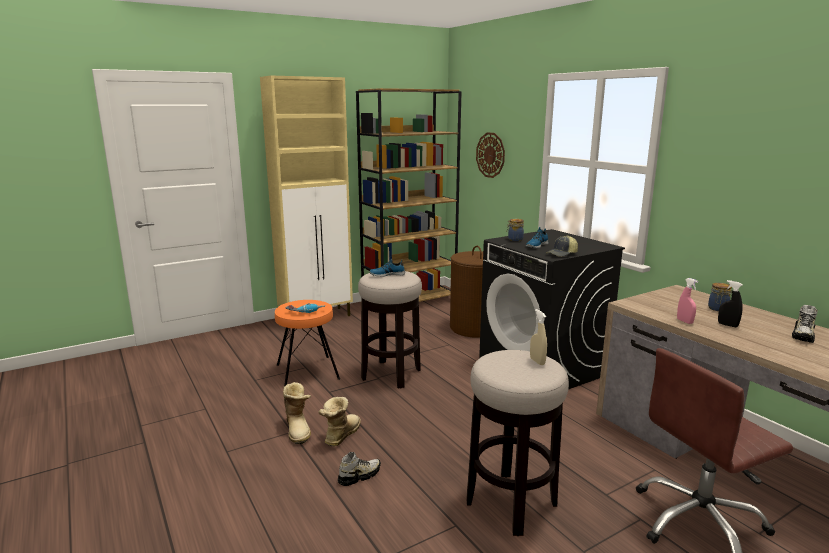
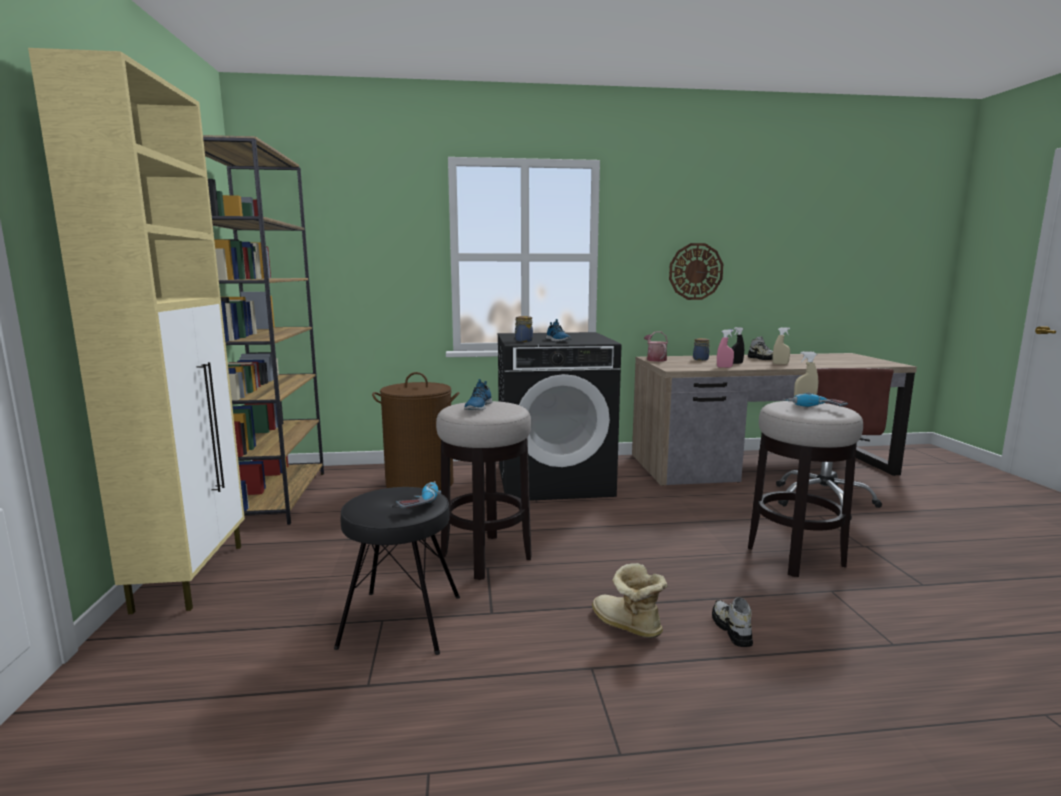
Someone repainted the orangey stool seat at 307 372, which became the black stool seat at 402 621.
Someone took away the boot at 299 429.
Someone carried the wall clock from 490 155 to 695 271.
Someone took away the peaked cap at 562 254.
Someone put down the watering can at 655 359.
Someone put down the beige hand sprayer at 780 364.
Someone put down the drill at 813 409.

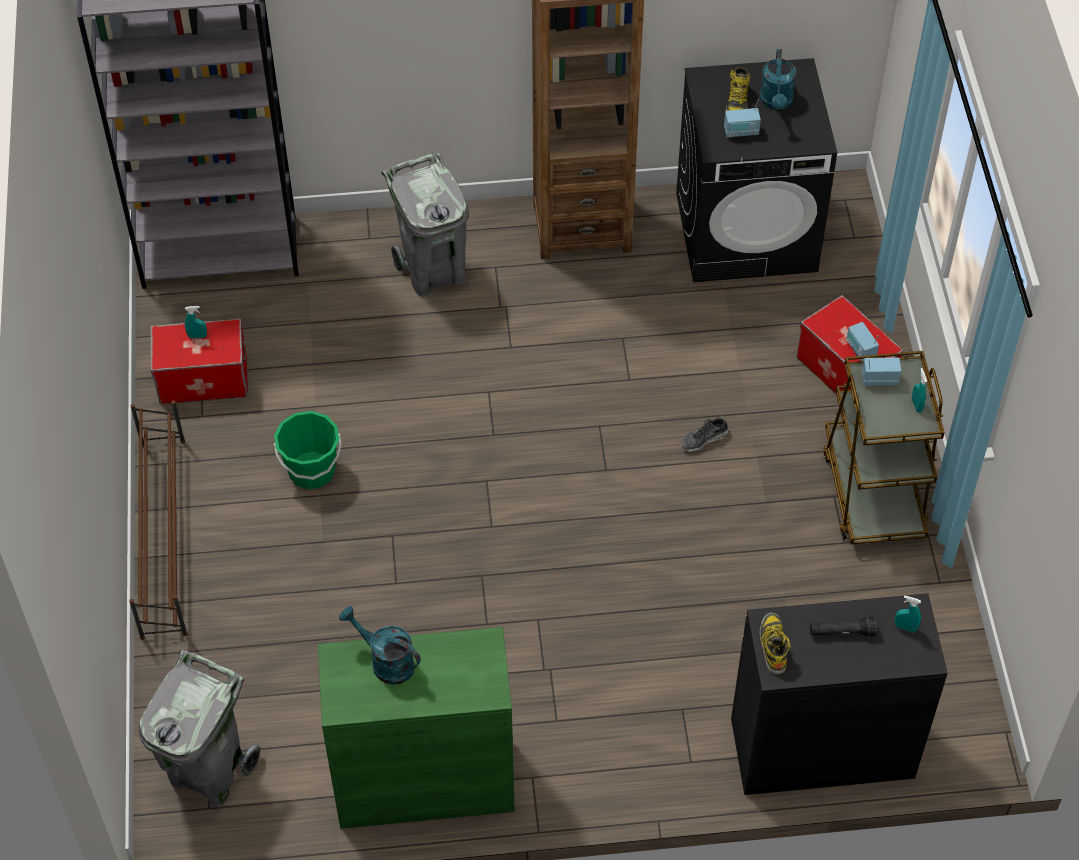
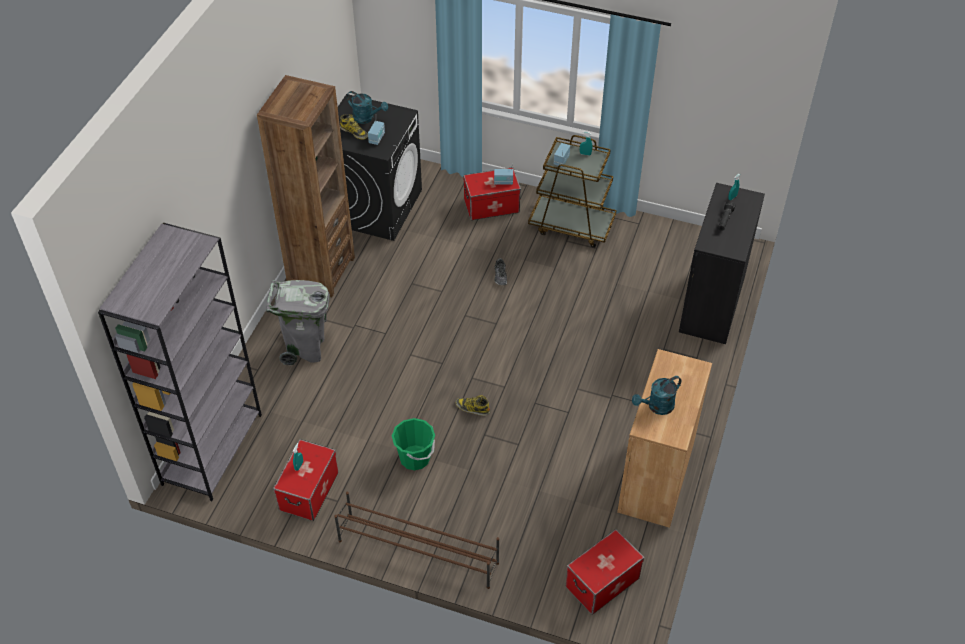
Someone swapped the grey trash can at 209 772 for the storage container at 602 581.
Someone repainted the green-coloured storage cabinet at 424 781, which became the brown-coloured storage cabinet at 656 477.
Someone carried the boot from 773 645 to 472 408.

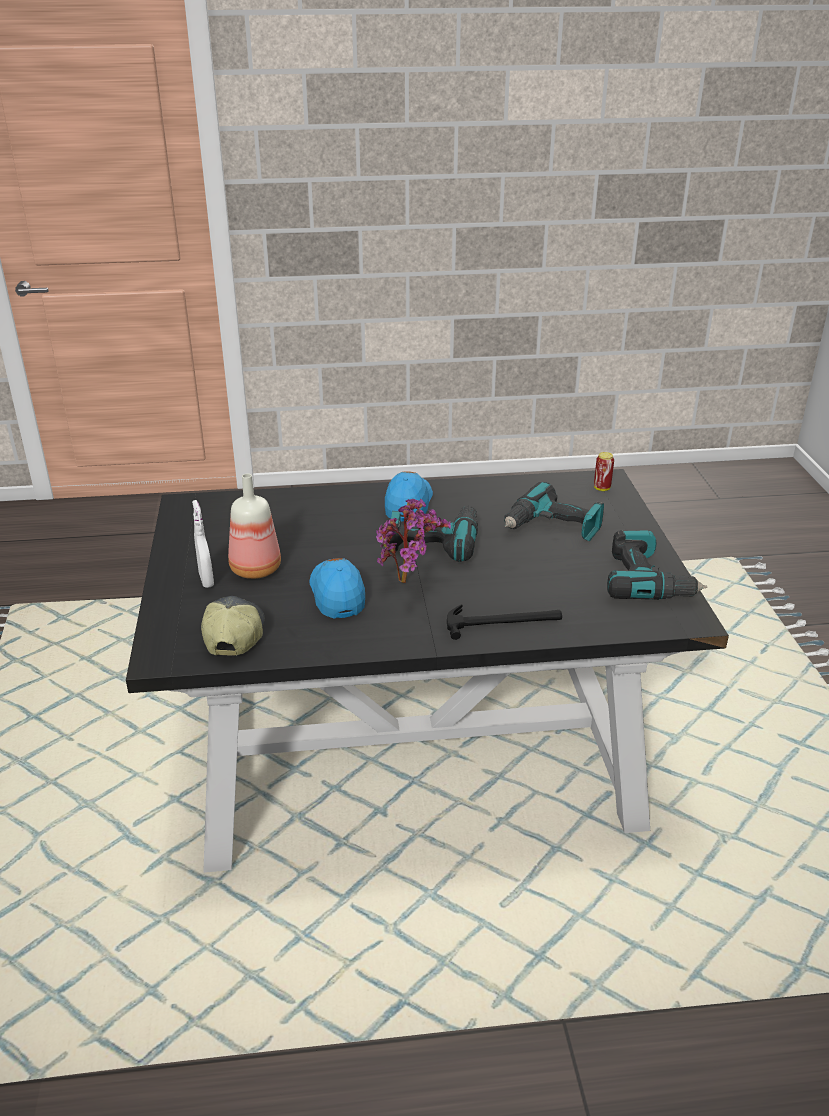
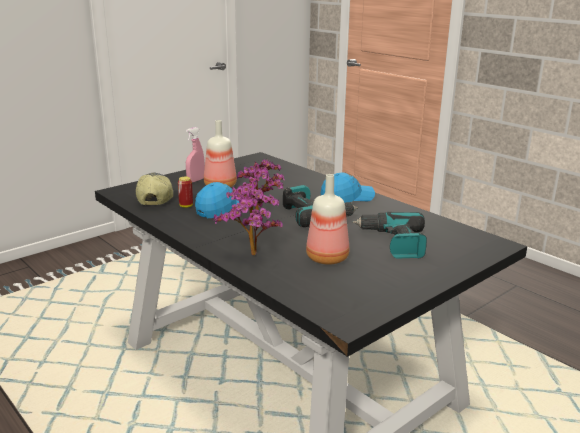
Someone repainted the white hand sprayer at 206 580, which became the pink-coloured hand sprayer at 196 180.
Someone rotated the peaked cap at 233 634 by 60 degrees counterclockwise.
Someone swapped the hand hammer at 503 622 for the plant in a pot at 252 257.
Someone carried the metal can from 602 488 to 186 206.
Someone took away the drill at 647 581.
Someone put down the beverage bottle at 328 258.

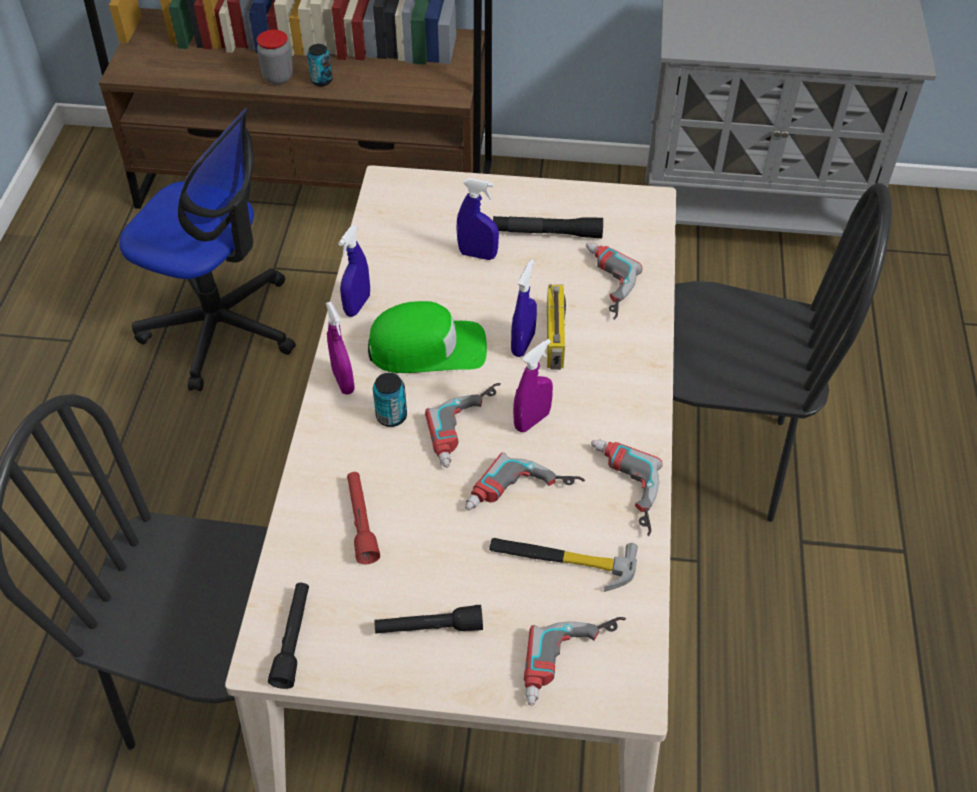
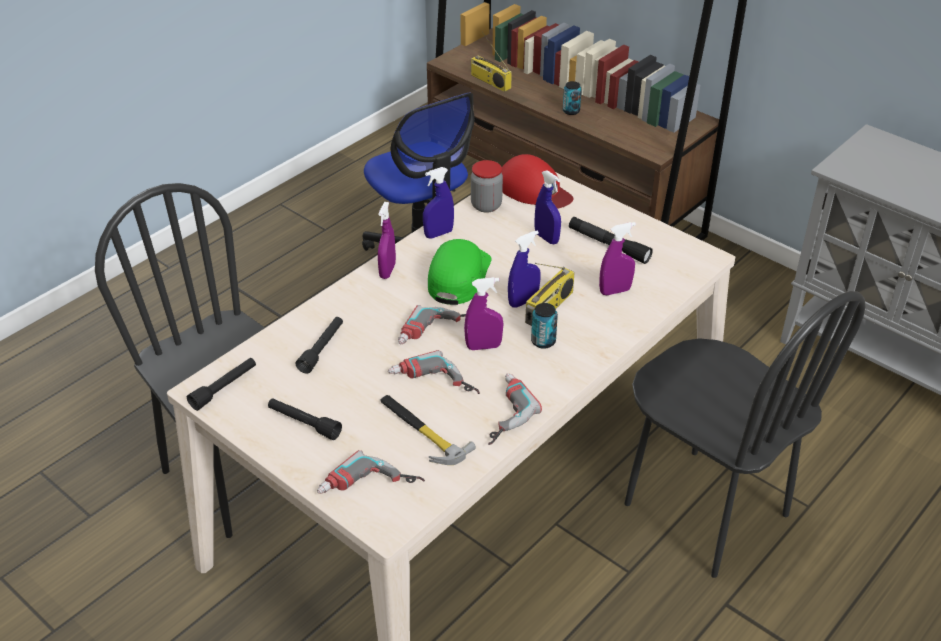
Someone carried the jar from 278 77 to 486 205.
Someone repainted the red flashlight at 361 522, which became the black flashlight at 322 349.
Someone rotated the green-coloured peaked cap at 428 348 by 105 degrees counterclockwise.
Someone carried the metal can from 391 416 to 543 341.
Someone swapped the drill at 601 284 for the purple hand sprayer at 615 291.
Someone put down the radio set at 489 81.
Someone put down the red peaked cap at 534 190.

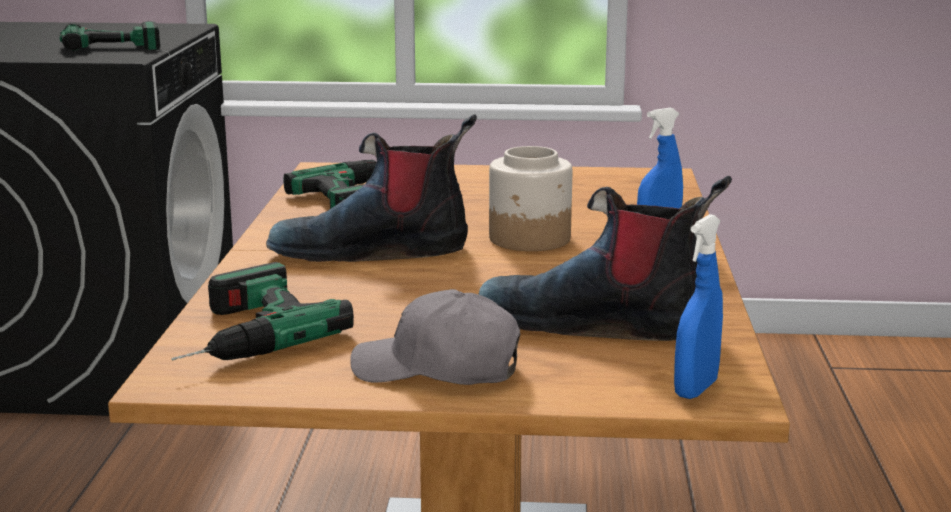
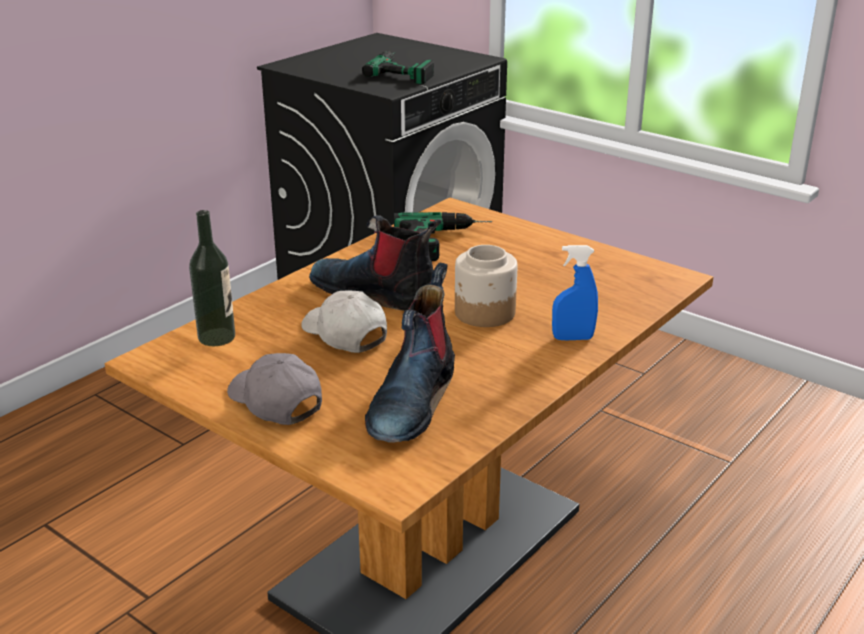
Someone swapped the drill at 236 335 for the beverage bottle at 216 337.
Someone rotated the boot at 596 324 by 120 degrees counterclockwise.
Someone took away the blue-coloured hand sprayer at 696 389.
Someone put down the white peaked cap at 345 334.

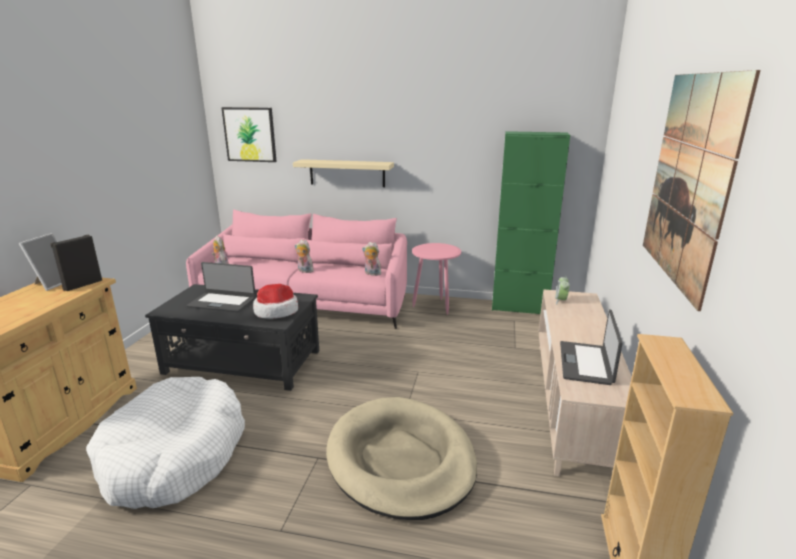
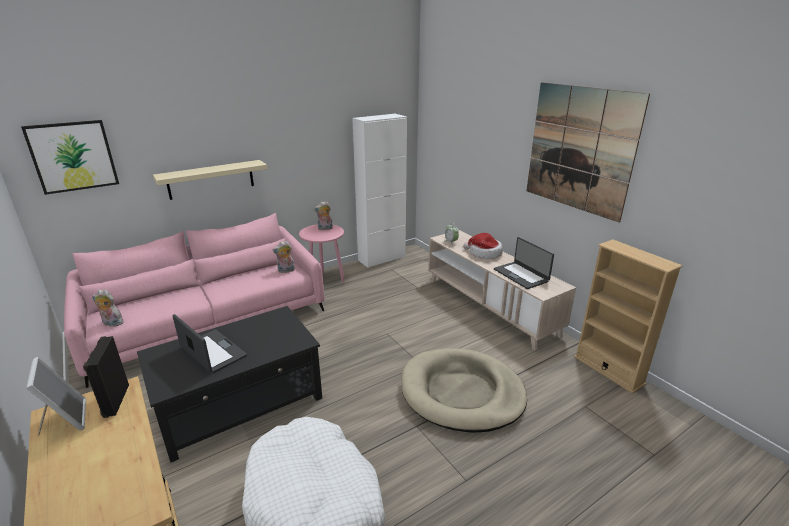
Someone rotated the portable computer at 222 302 by 105 degrees counterclockwise.
Someone carried the clothing hat from 276 311 to 484 253.
Someone carried the cuddly toy from 304 271 to 325 229.
Someone repainted the green-coloured storage cabinet at 519 308, which became the white storage cabinet at 381 258.

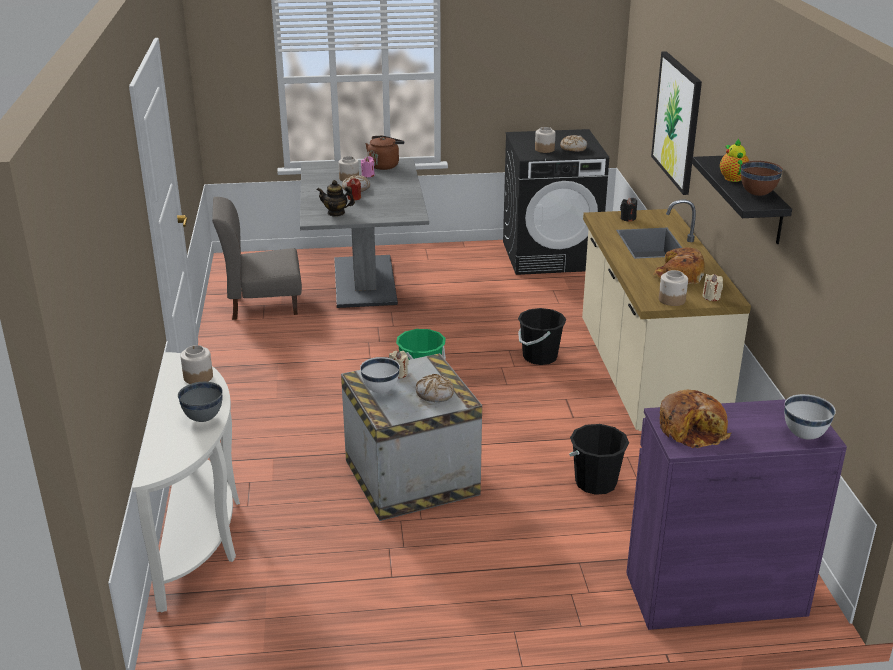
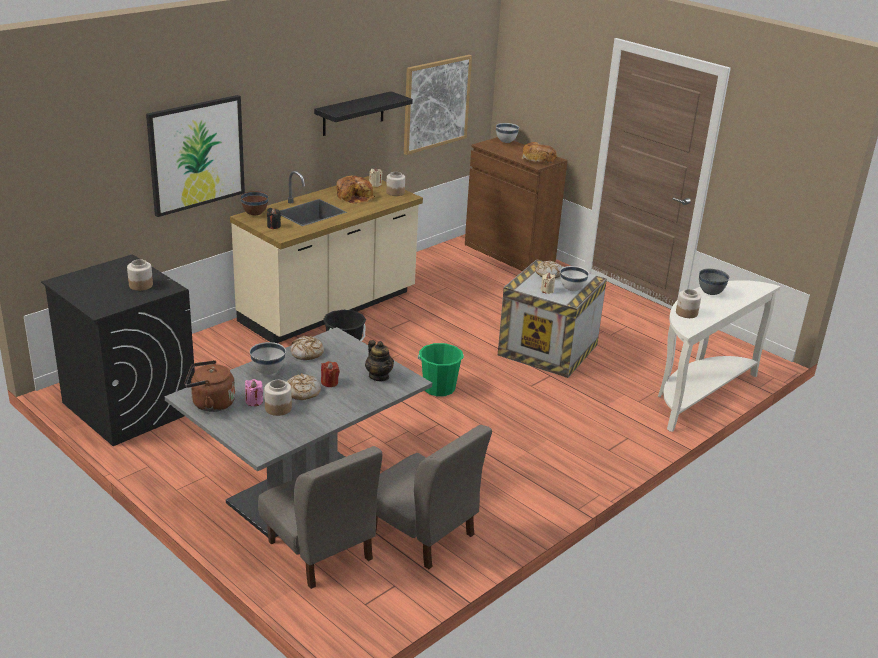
Someone carried the baked bread from 573 148 to 307 353.
Someone took away the black pail at 595 483.
Someone repainted the purple storage cabinet at 715 594, which became the brown-coloured storage cabinet at 509 253.
Someone took away the pot for tea at 732 177.
Someone carried the brown-coloured deep dish from 757 194 to 255 214.
Someone put down the white deep dish at 268 372.
Someone put down the grey plain chair at 320 551.
Someone put up the wall picture at 436 103.

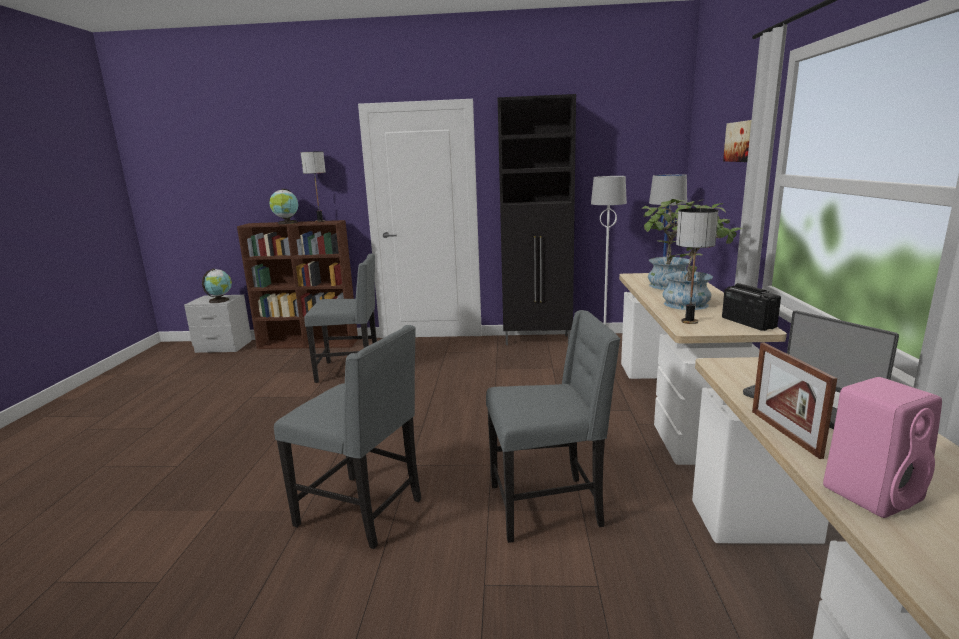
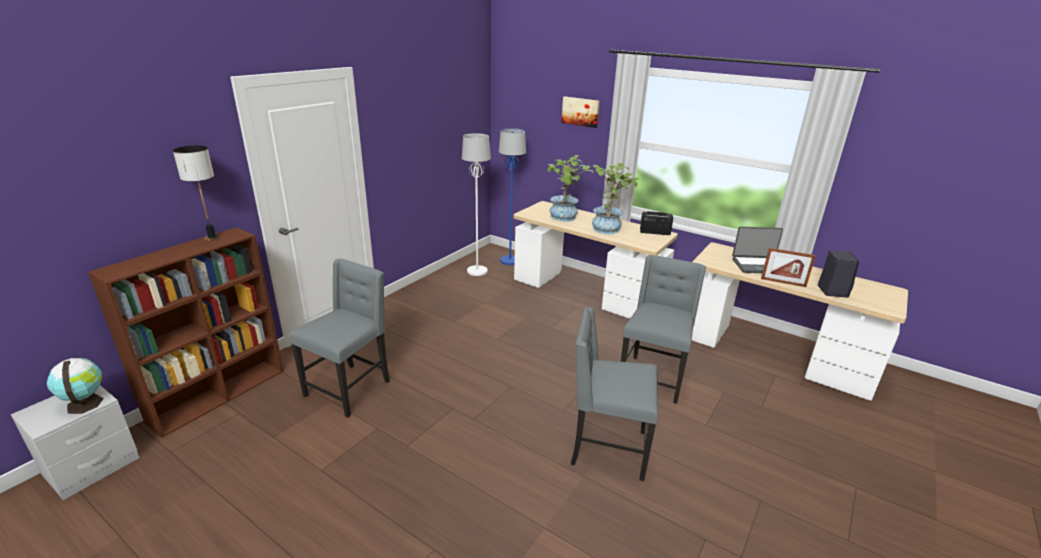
Someone took away the desk globe at 287 223.
Someone rotated the grey plain chair at 363 512 by 135 degrees counterclockwise.
Someone took away the black storage cabinet at 538 340.
Someone took away the lamp for a table at 689 321.
Someone repainted the pink-coloured audio speaker at 872 492, which became the black audio speaker at 831 291.

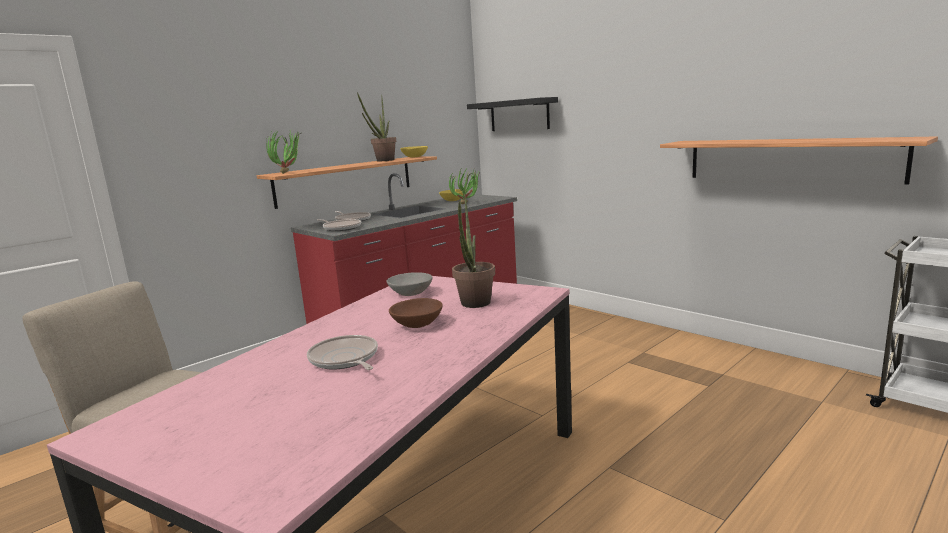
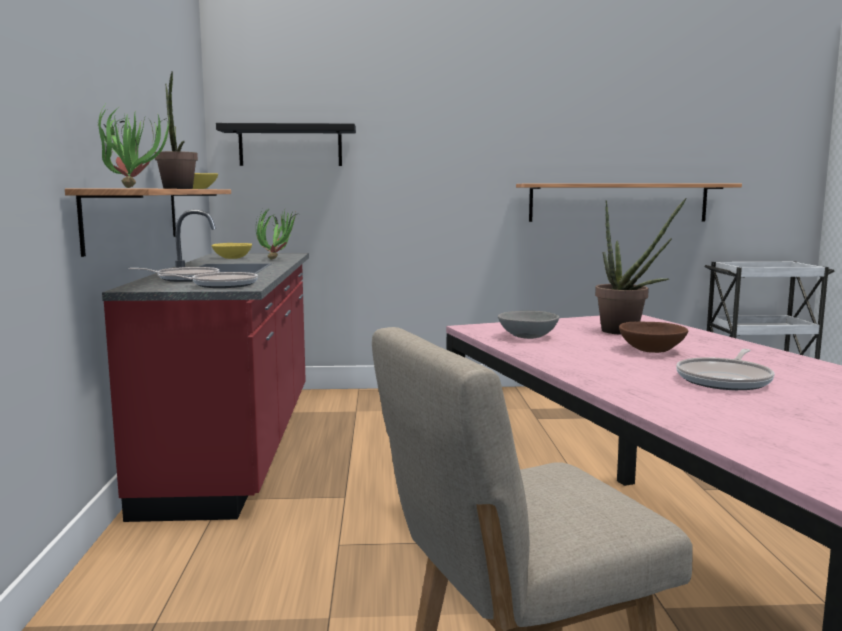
Someone rotated the frying pan at 345 359 by 60 degrees counterclockwise.

